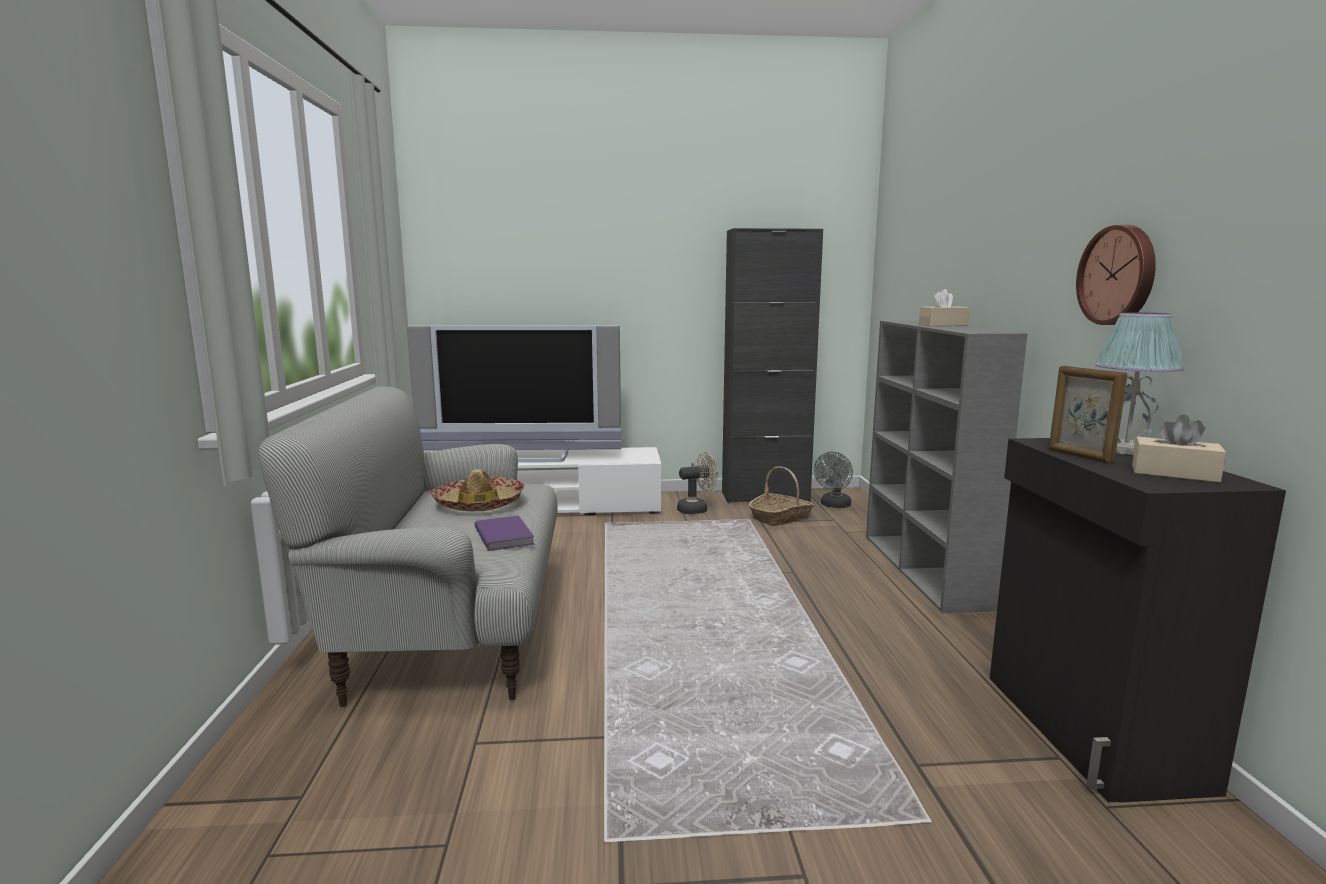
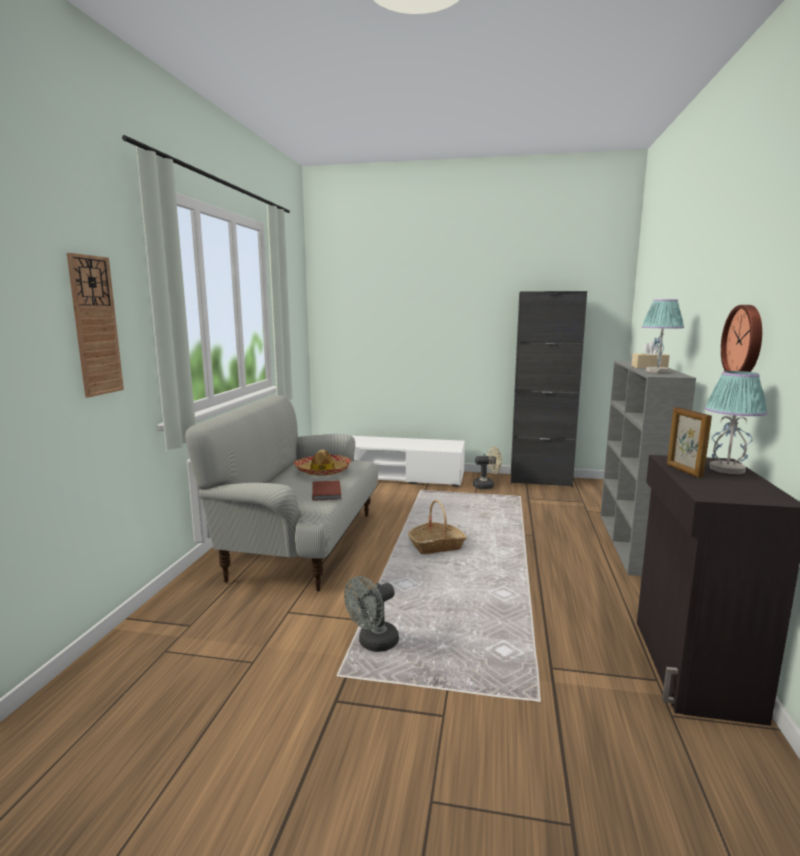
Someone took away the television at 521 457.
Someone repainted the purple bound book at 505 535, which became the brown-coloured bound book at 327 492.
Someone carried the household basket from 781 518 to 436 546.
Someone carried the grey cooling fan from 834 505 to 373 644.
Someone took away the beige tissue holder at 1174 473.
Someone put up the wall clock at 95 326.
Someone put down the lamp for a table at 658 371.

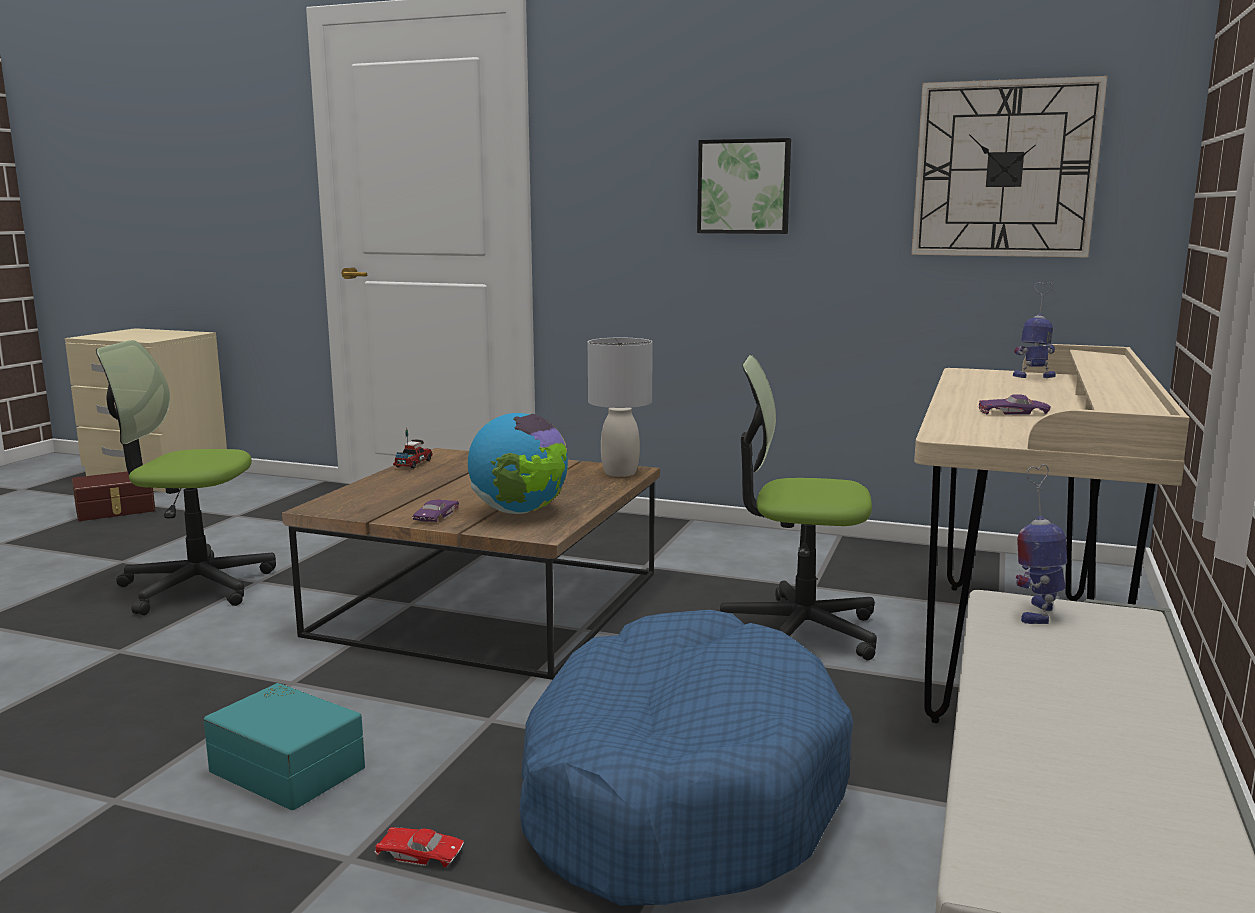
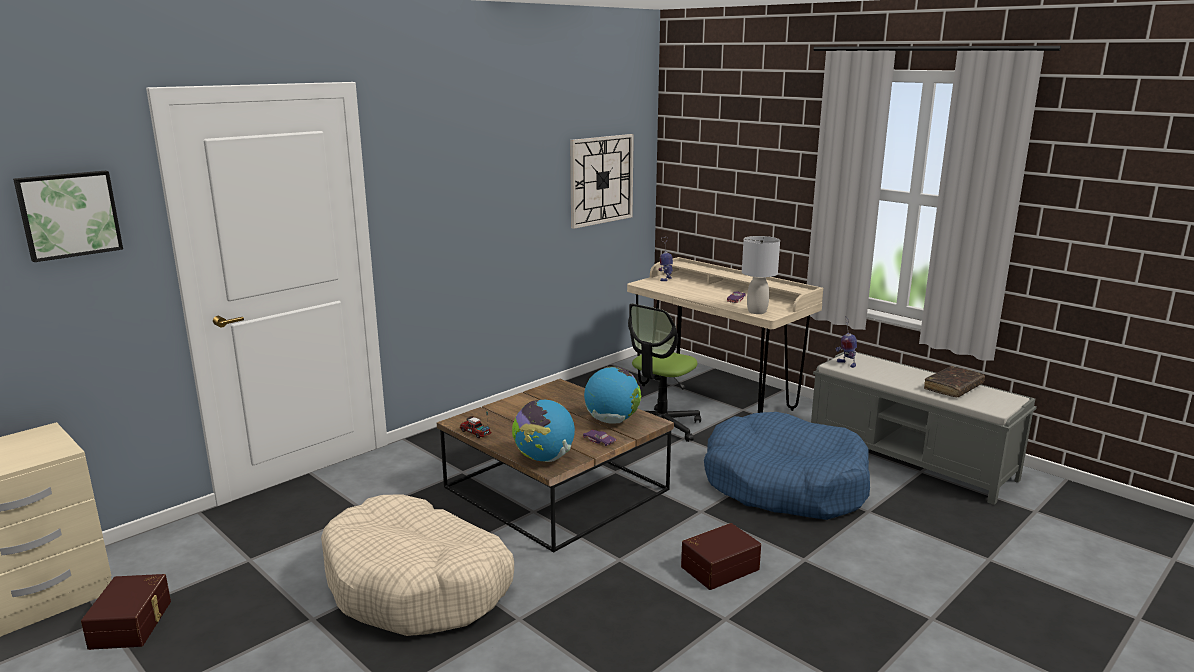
Someone swapped the office chair at 196 586 for the beige dog bed at 417 585.
Someone repainted the turquoise storage container at 290 767, which became the brown-coloured storage container at 718 567.
Someone took away the red miniature car at 420 853.
Someone carried the grey lamp for a table from 619 473 to 757 311.
Someone carried the wall picture from 744 186 to 69 214.
Someone put down the desk globe at 544 458.
Someone put down the brown-coloured bound book at 953 388.

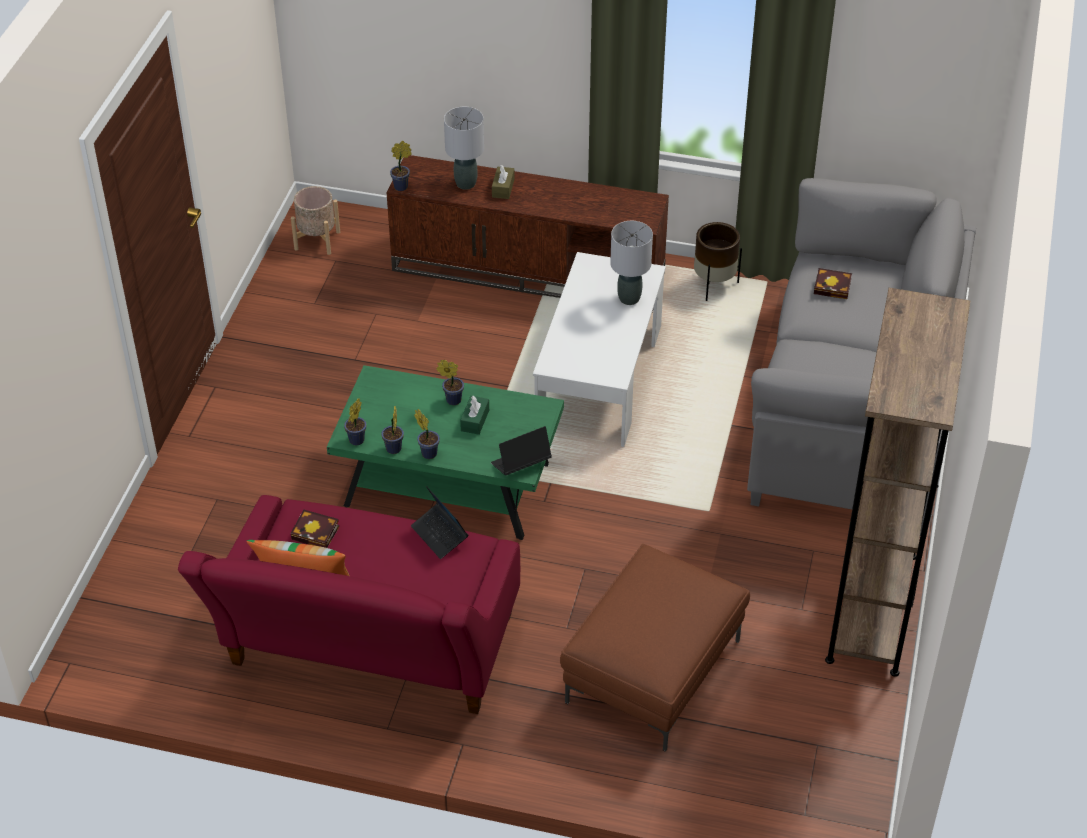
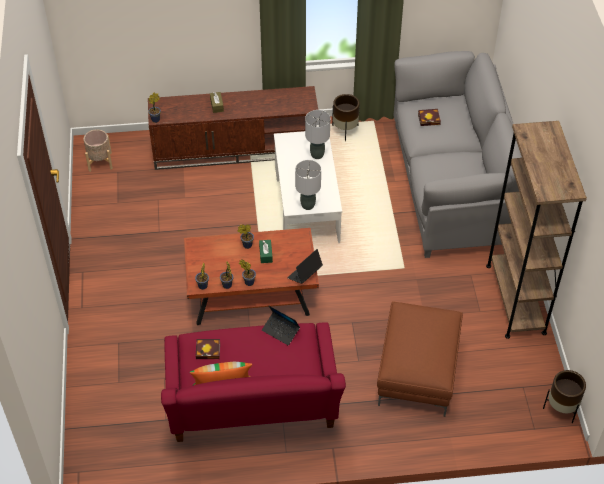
Someone repainted the green-coloured coffee table at 448 485, which became the brown-coloured coffee table at 251 294.
Someone carried the grey lamp for a table from 465 183 to 307 205.
Someone put down the brown-coloured plant pot at 561 409.

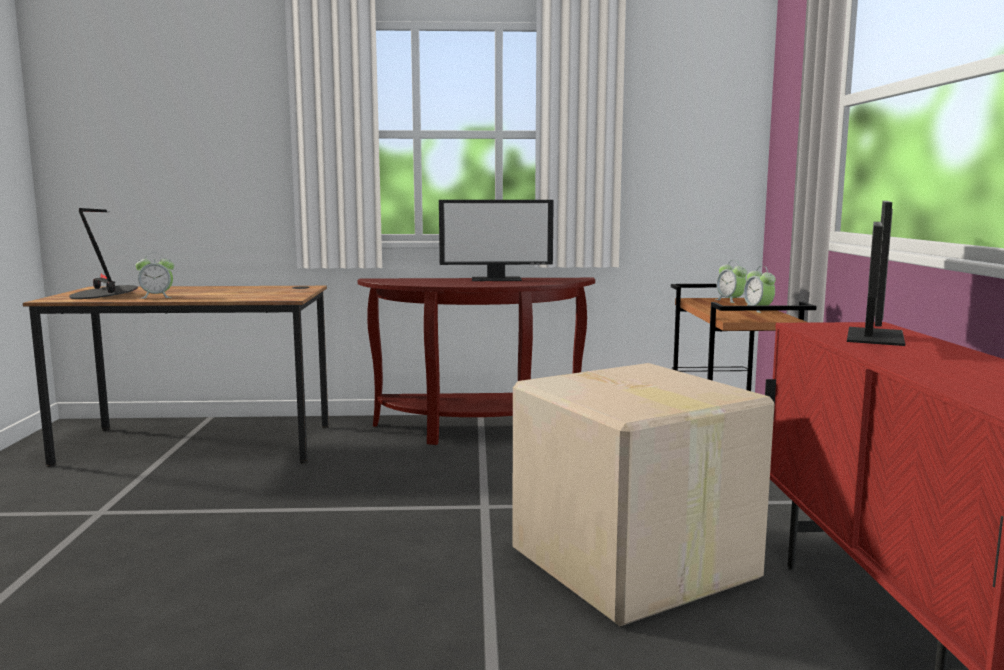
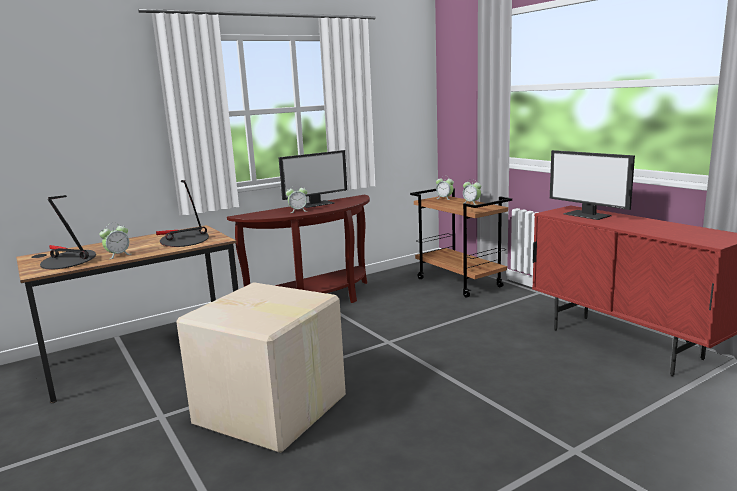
Someone carried the carton from 632 565 to 271 411.
Someone rotated the computer screen at 873 336 by 150 degrees clockwise.
Someone put down the lamp for a table at 184 241.
Someone put down the table clock at 298 211.

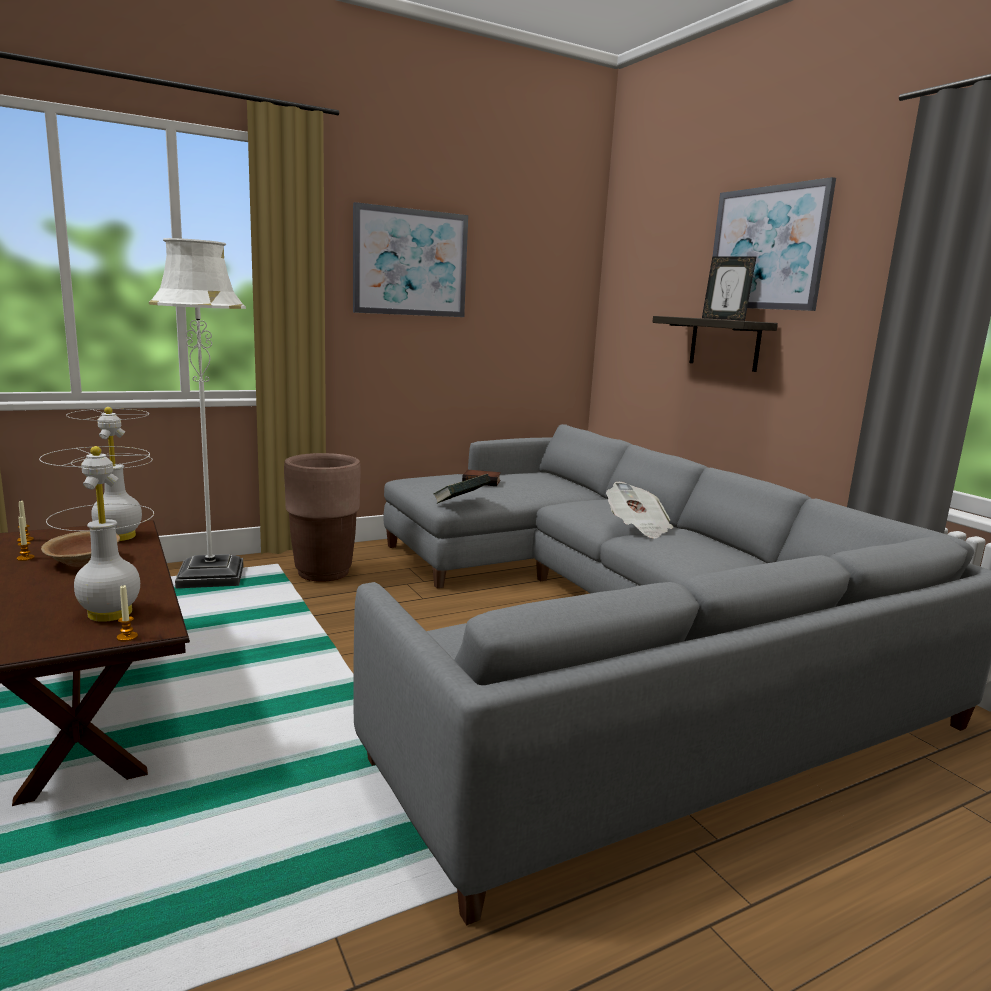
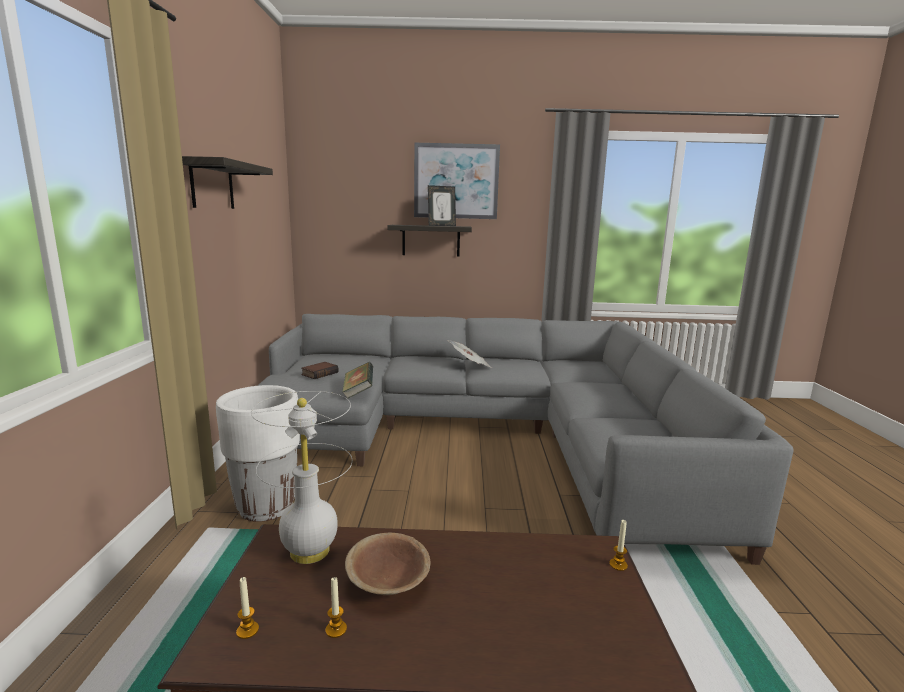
Someone took away the white lamp for a table at 110 613.
Someone took away the white floor lamp at 211 577.
Someone repainted the brown-coloured plant pot at 323 573, which became the white plant pot at 266 507.
Someone swapped the wall picture at 410 263 for the shelf at 212 185.

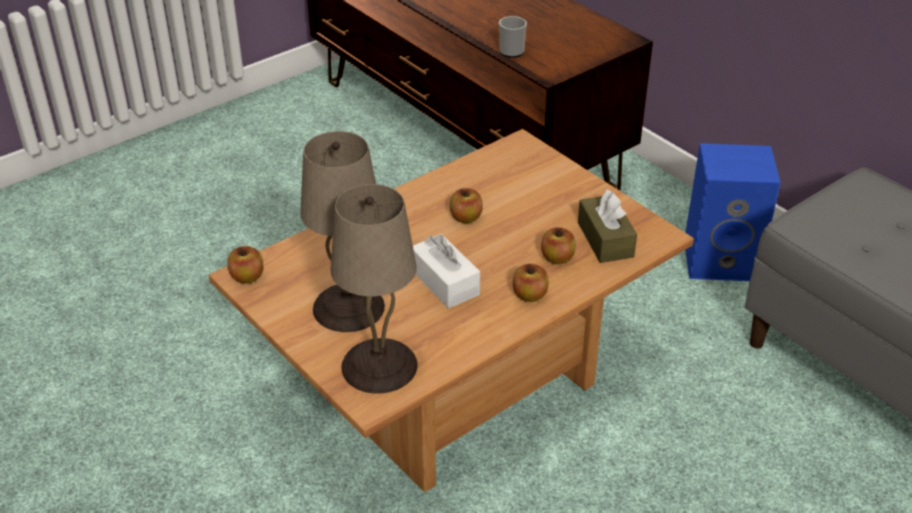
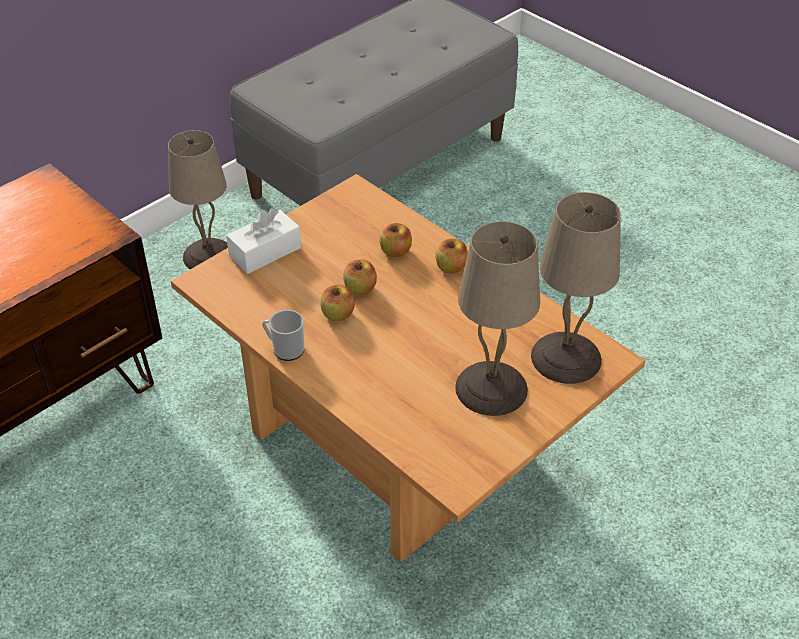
Someone carried the whole apple from 247 277 to 360 289.
Someone carried the white tissue holder from 445 282 to 265 252.
Someone carried the tea mug from 512 50 to 285 349.
Someone took away the brown-coloured tissue holder at 605 239.
Someone swapped the blue-coloured audio speaker at 722 259 for the beige lamp for a table at 208 255.

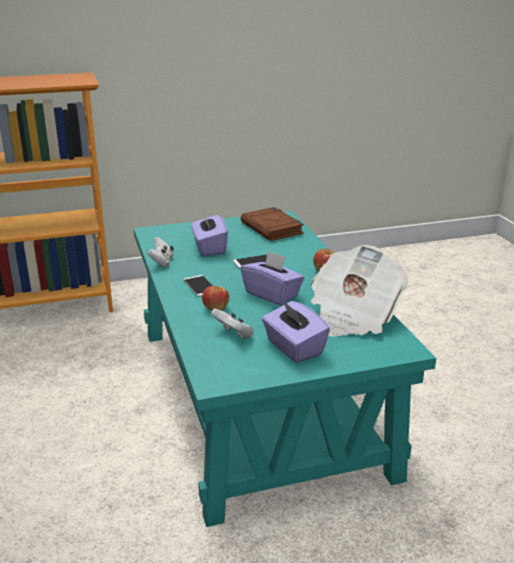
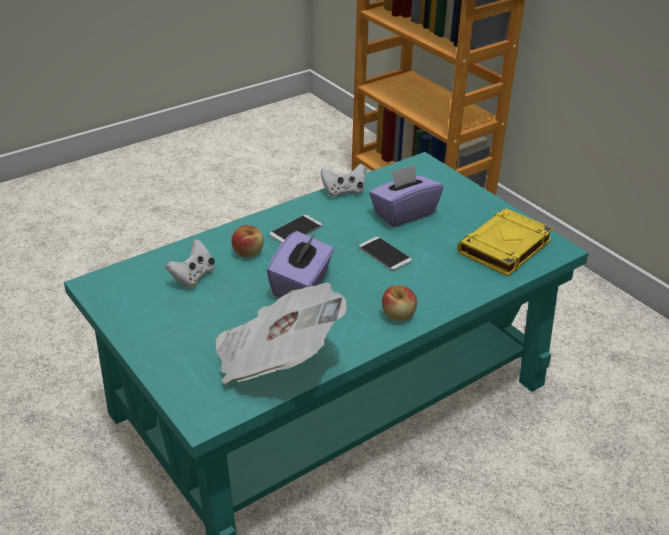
Someone repainted the brown-coloured bound book at 272 228, which became the yellowish bound book at 504 248.
Someone took away the purple tissue holder at 293 348.

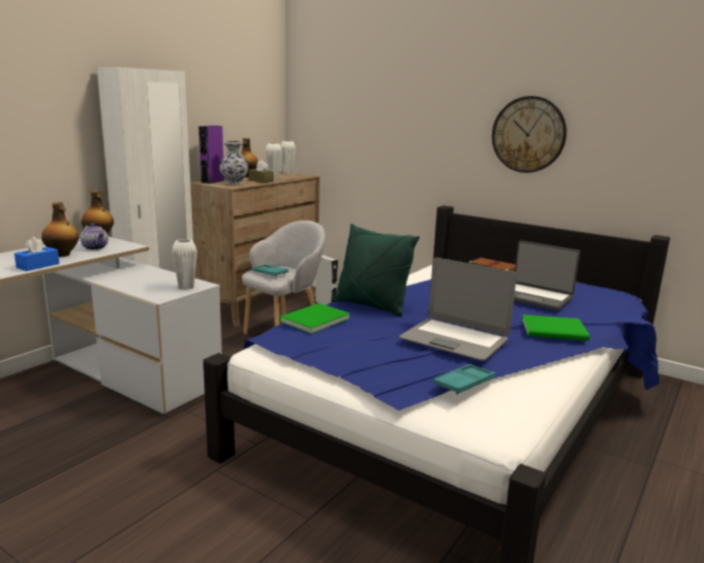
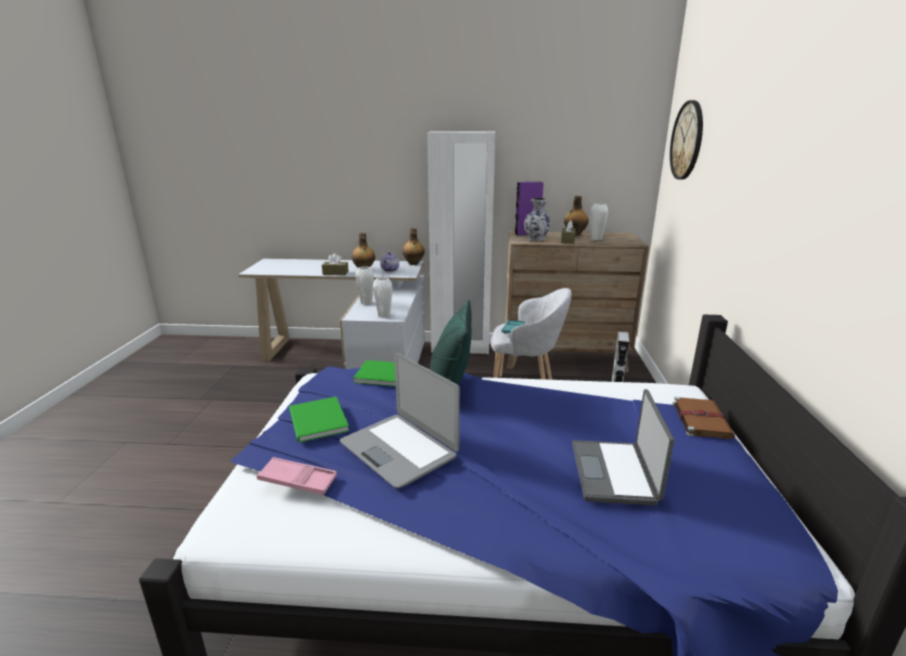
Someone repainted the blue-coloured tissue holder at 38 266, which became the brown-coloured tissue holder at 335 273.
Someone carried the white flower vase from 287 173 to 366 302.
Someone rotated the portable computer at 454 340 by 45 degrees counterclockwise.
Someone repainted the turquoise carrying tray at 464 383, which became the pink-coloured carrying tray at 298 480.
Someone carried the wall clock from 528 134 to 687 140.
Someone carried the green-coloured bound book from 556 330 to 317 422.

